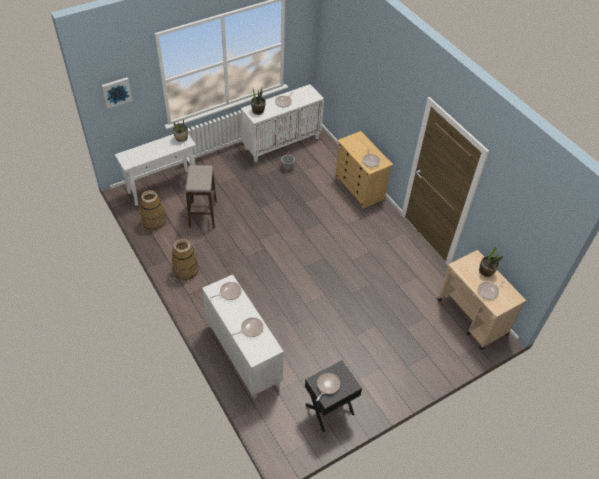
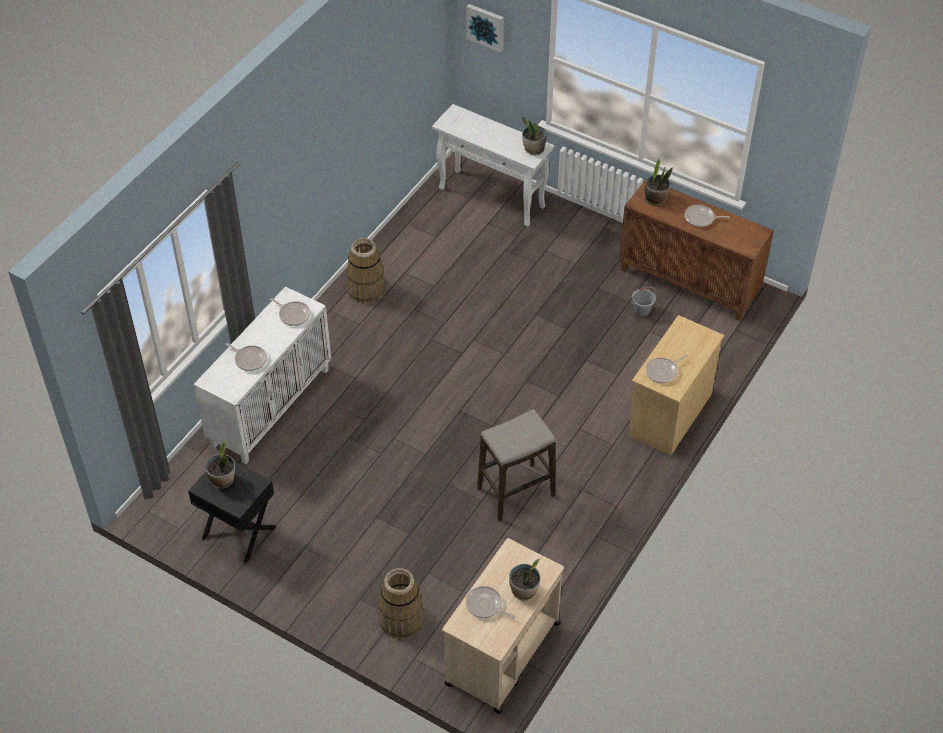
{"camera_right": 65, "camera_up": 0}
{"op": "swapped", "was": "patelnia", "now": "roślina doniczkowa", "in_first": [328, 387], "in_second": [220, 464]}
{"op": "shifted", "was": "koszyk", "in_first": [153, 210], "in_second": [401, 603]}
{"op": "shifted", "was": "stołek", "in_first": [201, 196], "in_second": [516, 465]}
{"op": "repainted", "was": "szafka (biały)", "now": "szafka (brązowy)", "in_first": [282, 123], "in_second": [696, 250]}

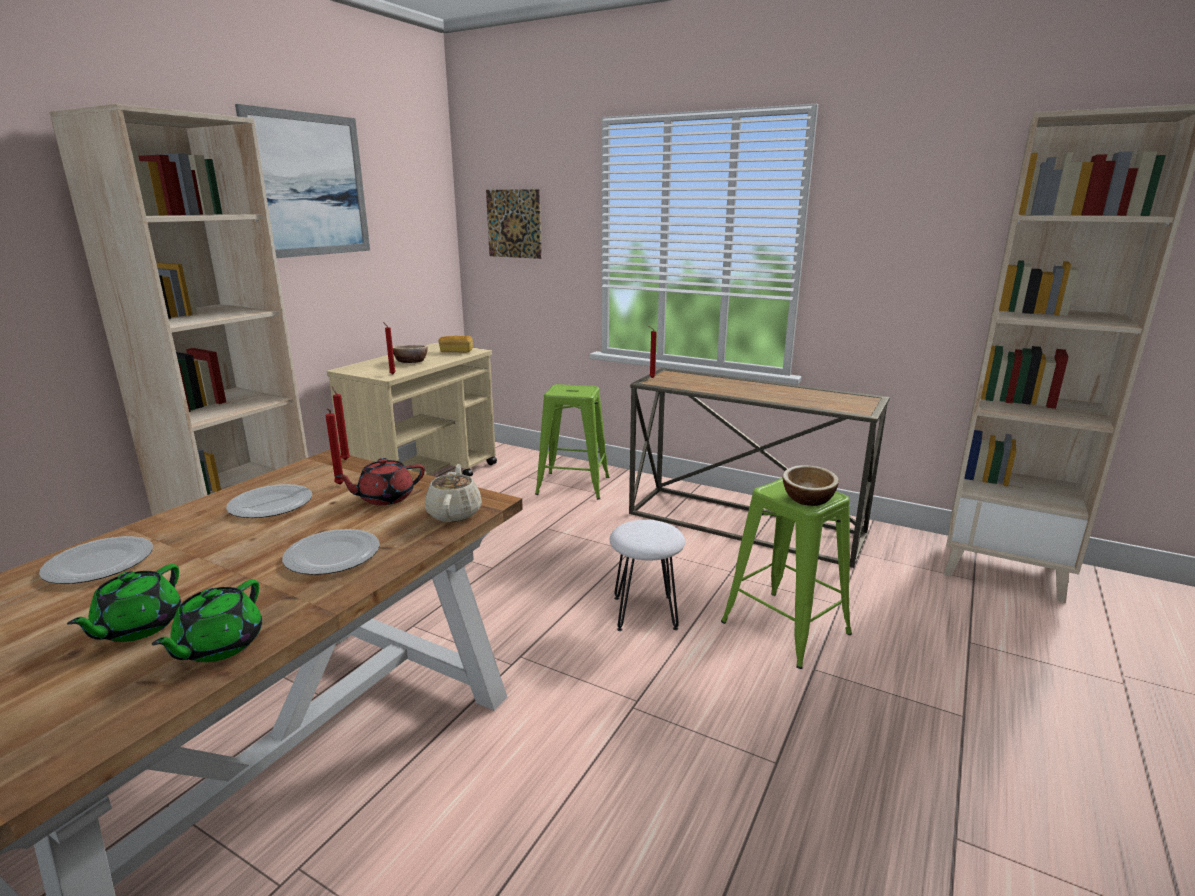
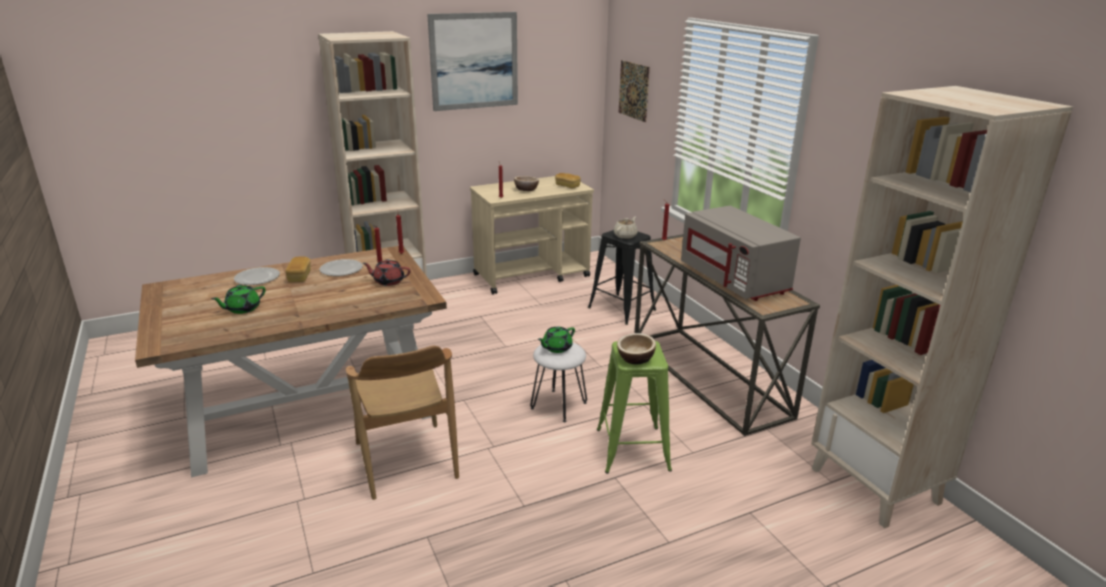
{"camera_right": 35, "camera_up": 5}
{"op": "new", "now": "chleb", "in_second": [298, 269]}
{"op": "new", "now": "krzesło (brązowy)", "in_second": [402, 423]}
{"op": "shifted", "was": "imbryk (zielony)", "in_first": [206, 620], "in_second": [556, 339]}
{"op": "repainted", "was": "stołek (zielony)", "now": "stołek (czarny)", "in_first": [572, 442], "in_second": [622, 277]}
{"op": "shifted", "was": "imbryk (beżowy)", "in_first": [453, 493], "in_second": [626, 227]}
{"op": "new", "now": "mikrofalówka (szary)", "in_second": [741, 253]}
{"op": "gone", "was": "talerz", "in_first": [331, 552]}

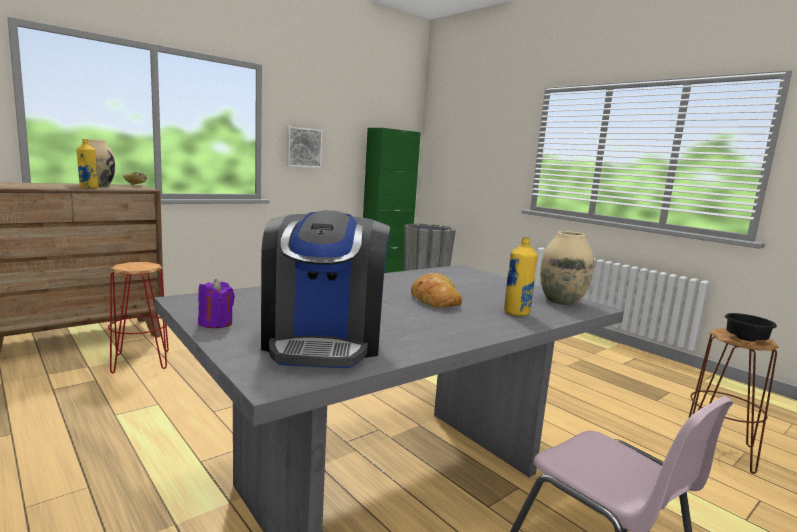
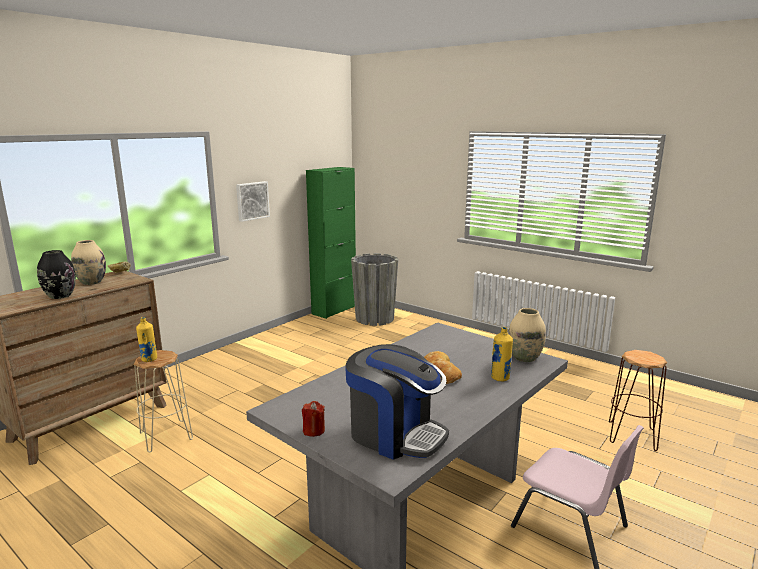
{"camera_right": -10, "camera_up": 5}
{"op": "new", "now": "wazon (czarny)", "in_second": [56, 274]}
{"op": "repainted", "was": "stołek (czerwony)", "now": "stołek (beżowy)", "in_first": [138, 317], "in_second": [163, 401]}
{"op": "shifted", "was": "butelka (żółty)", "in_first": [88, 163], "in_second": [146, 339]}
{"op": "repainted", "was": "świeca (fioletowy)", "now": "świeca (czerwony)", "in_first": [216, 303], "in_second": [313, 419]}
{"op": "rotated", "was": "ekspres do kawy", "in_first": [325, 289], "in_second": [397, 402], "clockwise": -45}
{"op": "gone", "was": "miska (czarny)", "in_first": [751, 327]}

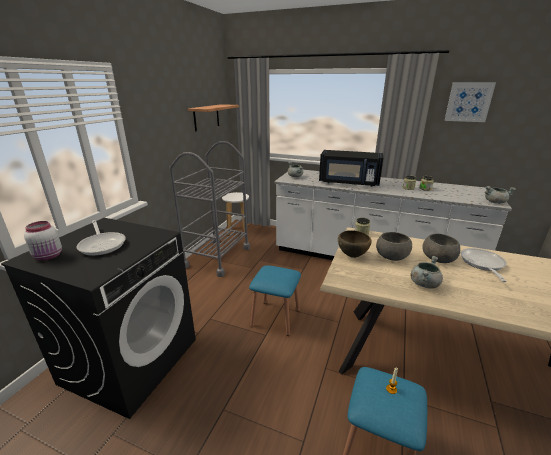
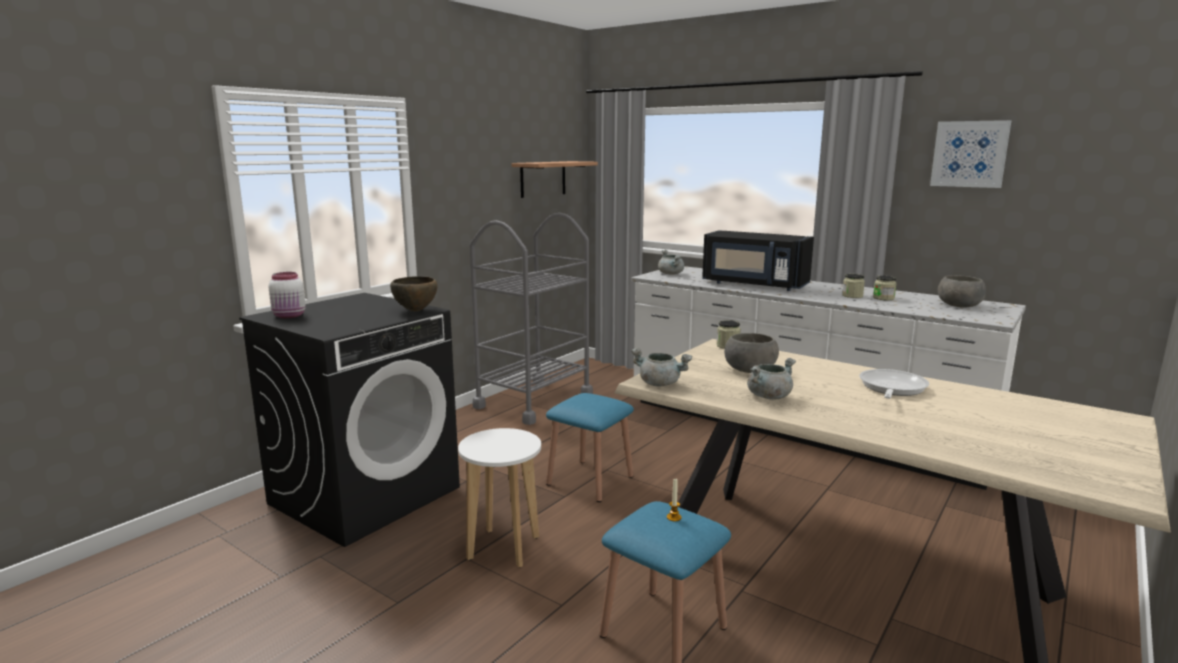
{"camera_right": 15, "camera_up": -10}
{"op": "shifted", "was": "miska (brązowy)", "in_first": [354, 244], "in_second": [414, 293]}
{"op": "shifted", "was": "stołek (biały)", "in_first": [235, 213], "in_second": [499, 498]}
{"op": "shifted", "was": "garnek (szary)", "in_first": [500, 195], "in_second": [661, 367]}
{"op": "shifted", "was": "miska (szary)", "in_first": [441, 248], "in_second": [962, 291]}
{"op": "gone", "was": "patelnia", "in_first": [101, 238]}

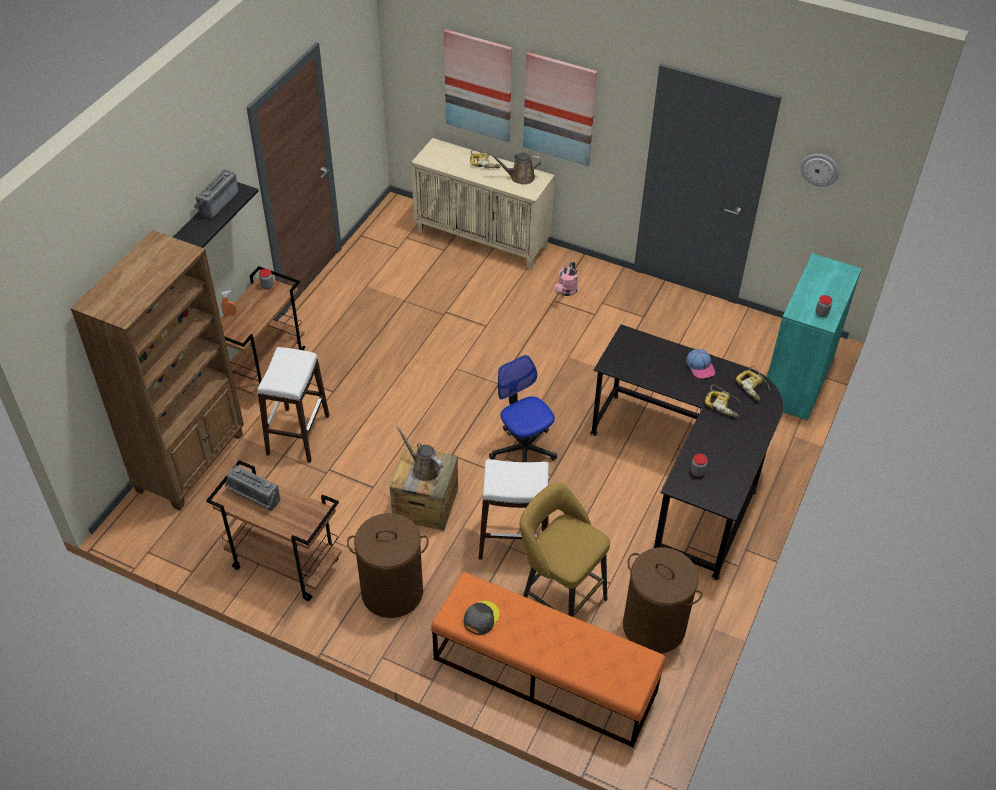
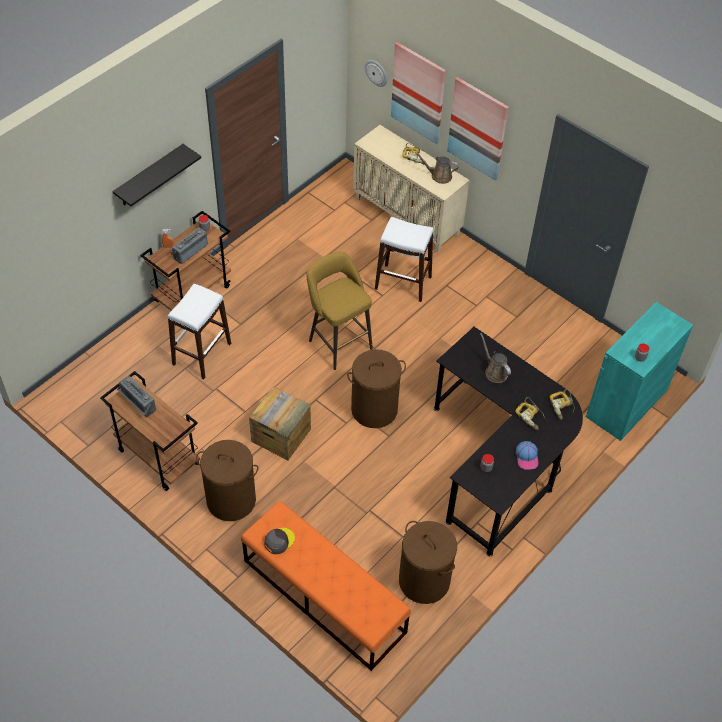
{"camera_right": 15, "camera_up": 5}
{"op": "shifted", "was": "radio", "in_first": [216, 194], "in_second": [189, 245]}
{"op": "shifted", "was": "stołek (żółty)", "in_first": [565, 549], "in_second": [339, 310]}
{"op": "swapped", "was": "krzesło biurowe", "now": "kosz na pranie (brązowy)", "in_first": [523, 408], "in_second": [376, 388]}
{"op": "shifted", "was": "zegar ścienny", "in_first": [819, 170], "in_second": [376, 73]}
{"op": "shifted", "was": "stołek (biały)", "in_first": [514, 509], "in_second": [404, 259]}
{"op": "shifted", "was": "konewka (brązowy)", "in_first": [419, 453], "in_second": [495, 358]}
{"op": "shifted", "was": "czapka z daszkiem", "in_first": [700, 364], "in_second": [527, 455]}
{"op": "gone", "was": "regał (brązowy)", "in_first": [157, 370]}
{"op": "gone", "was": "konewka (różowy)", "in_first": [566, 278]}

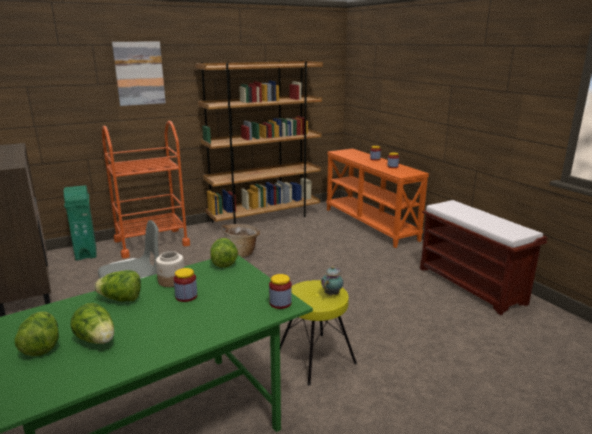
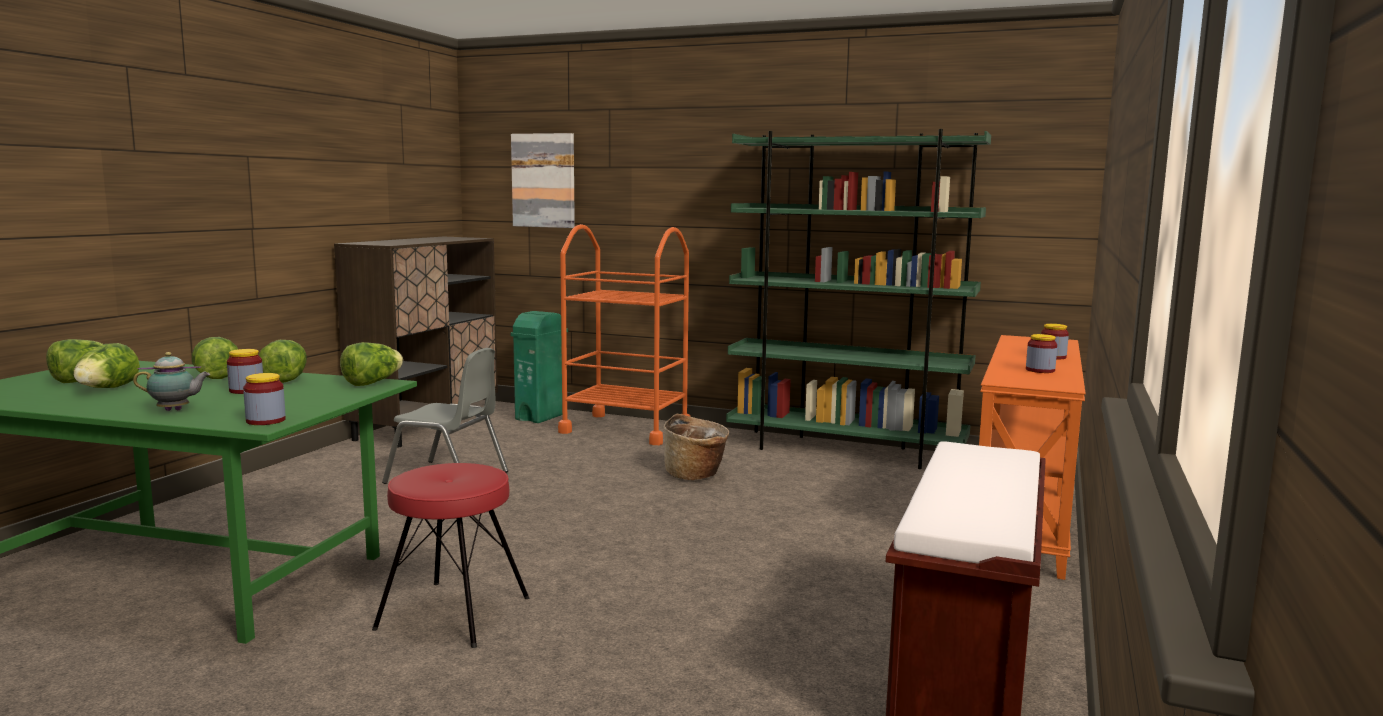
{"camera_right": 50, "camera_up": -10}
{"op": "shifted", "was": "imbryk", "in_first": [332, 281], "in_second": [172, 381]}
{"op": "swapped", "was": "słoik", "now": "sałata", "in_first": [170, 269], "in_second": [283, 361]}
{"op": "repainted", "was": "stołek (żółty)", "now": "stołek (czerwony)", "in_first": [318, 333], "in_second": [450, 555]}
{"op": "shifted", "was": "obraz", "in_first": [139, 74], "in_second": [543, 180]}
{"op": "repainted", "was": "regał (brązowy)", "now": "regał (zielony)", "in_first": [259, 142], "in_second": [858, 299]}

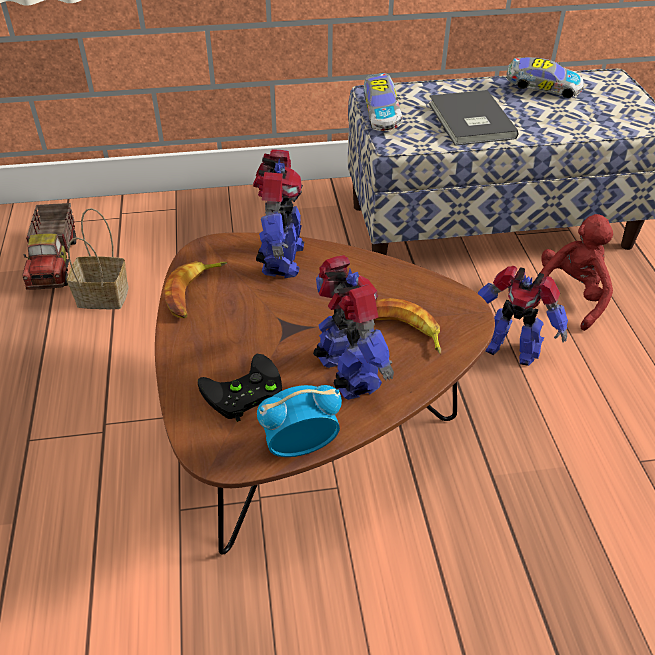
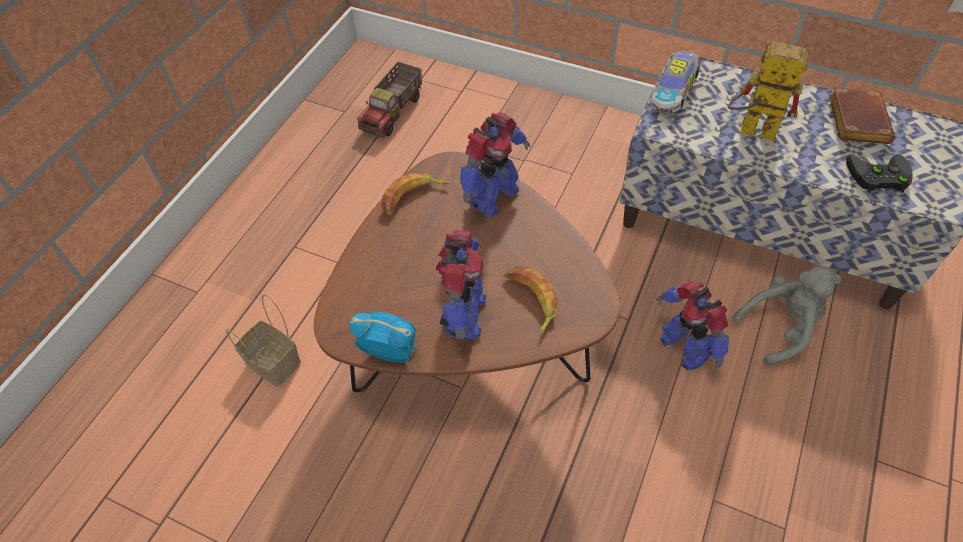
{"camera_right": 35, "camera_up": 10}
{"op": "shifted", "was": "koszyk", "in_first": [98, 258], "in_second": [263, 340]}
{"op": "swapped", "was": "książka (szary)", "now": "robot zabawkowy", "in_first": [473, 118], "in_second": [768, 91]}
{"op": "repainted", "was": "pluszak (czerwony)", "now": "pluszak (szary)", "in_first": [573, 272], "in_second": [786, 315]}
{"op": "swapped", "was": "samochodzik", "now": "książka (brązowy)", "in_first": [545, 77], "in_second": [862, 115]}
{"op": "shifted", "was": "pad do gier (czarny)", "in_first": [240, 388], "in_second": [879, 173]}

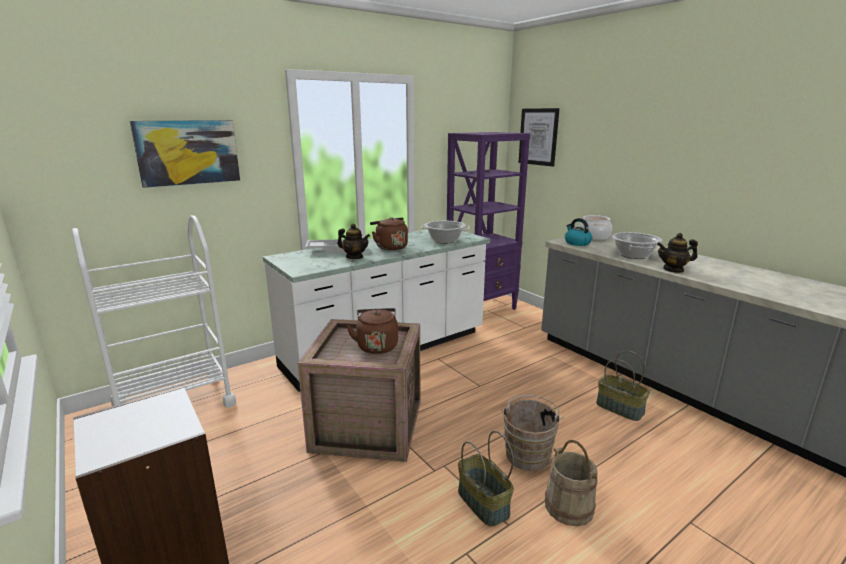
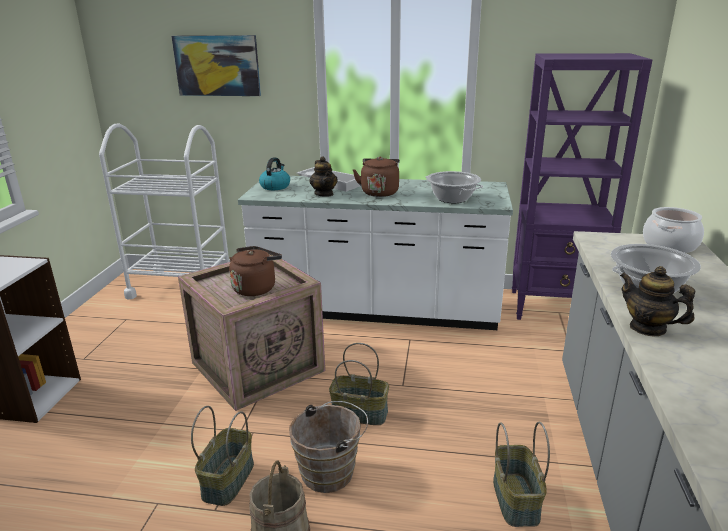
{"camera_right": 45, "camera_up": 5}
{"op": "shifted", "was": "czajnik", "in_first": [578, 232], "in_second": [274, 173]}
{"op": "new", "now": "koszyk", "in_second": [359, 384]}
{"op": "gone", "was": "obraz", "in_first": [539, 137]}

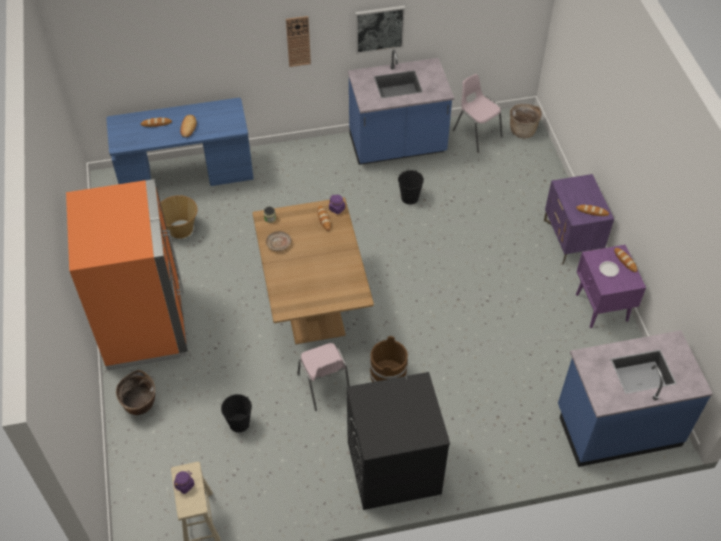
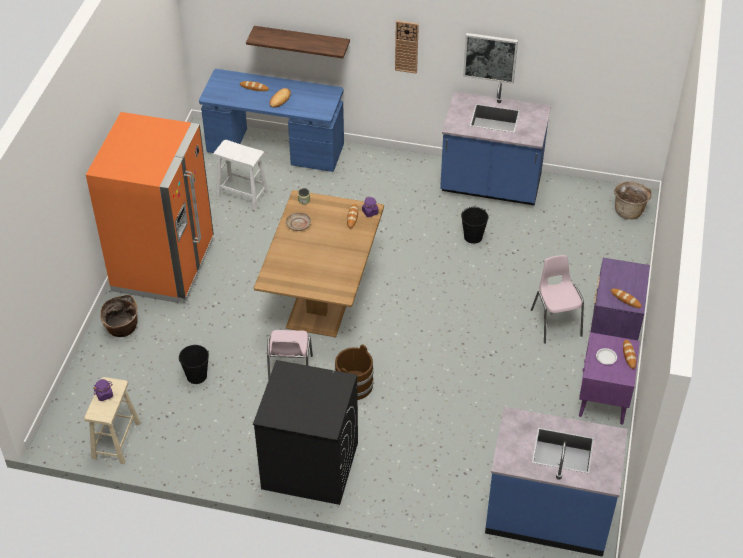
{"camera_right": 25, "camera_up": -5}
{"op": "swapped", "was": "koszyk", "now": "stołek (biały)", "in_first": [179, 217], "in_second": [241, 175]}
{"op": "new", "now": "półka", "in_second": [298, 42]}
{"op": "shifted", "was": "krzesło (różowy)", "in_first": [477, 113], "in_second": [557, 299]}

